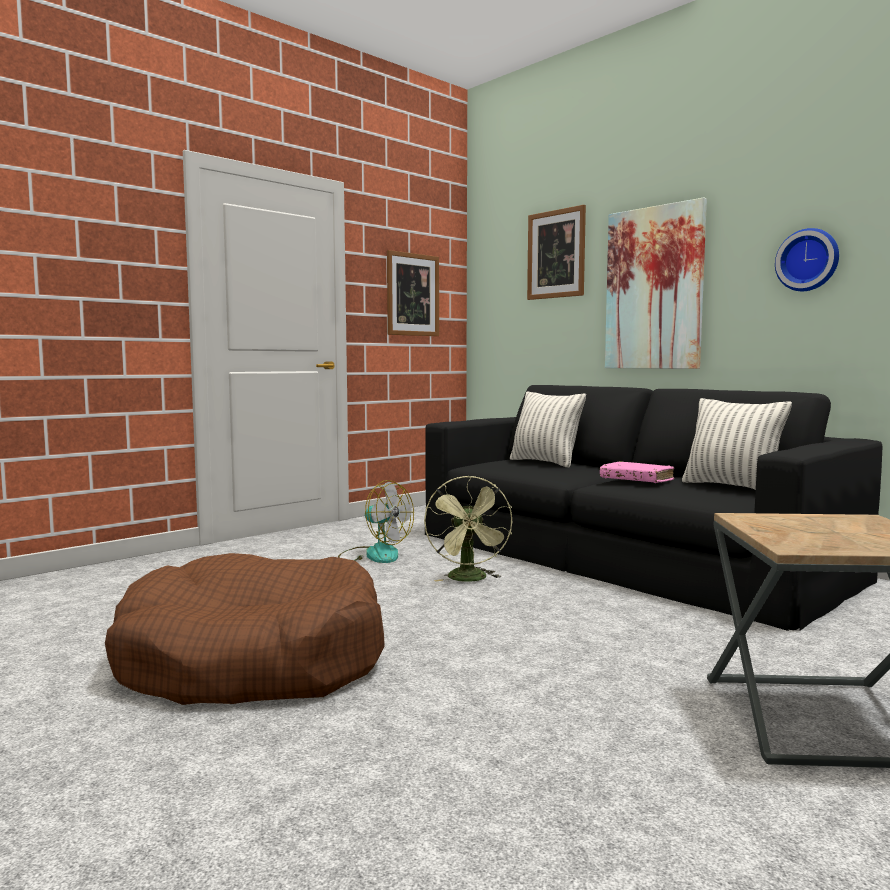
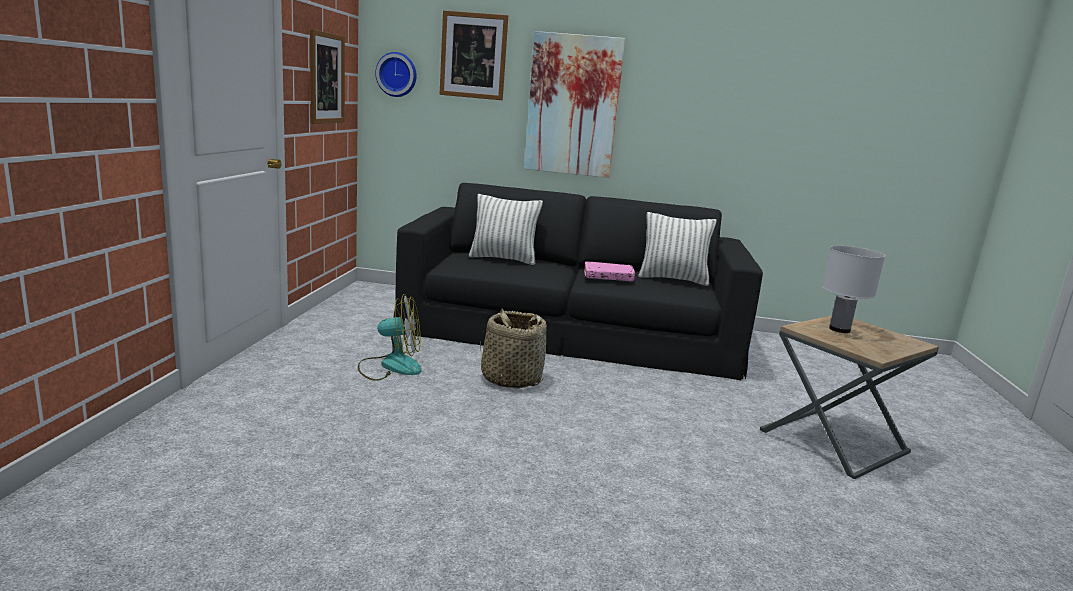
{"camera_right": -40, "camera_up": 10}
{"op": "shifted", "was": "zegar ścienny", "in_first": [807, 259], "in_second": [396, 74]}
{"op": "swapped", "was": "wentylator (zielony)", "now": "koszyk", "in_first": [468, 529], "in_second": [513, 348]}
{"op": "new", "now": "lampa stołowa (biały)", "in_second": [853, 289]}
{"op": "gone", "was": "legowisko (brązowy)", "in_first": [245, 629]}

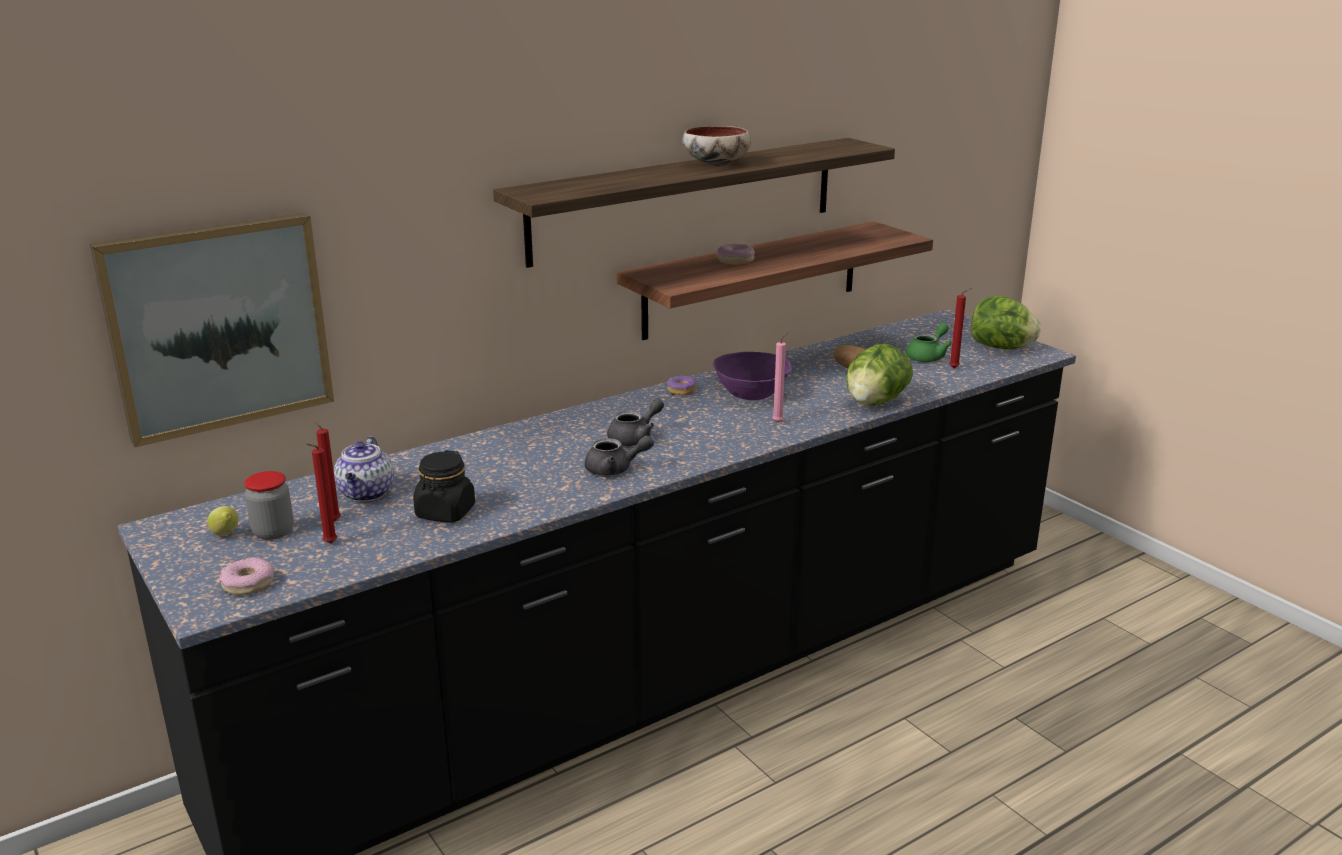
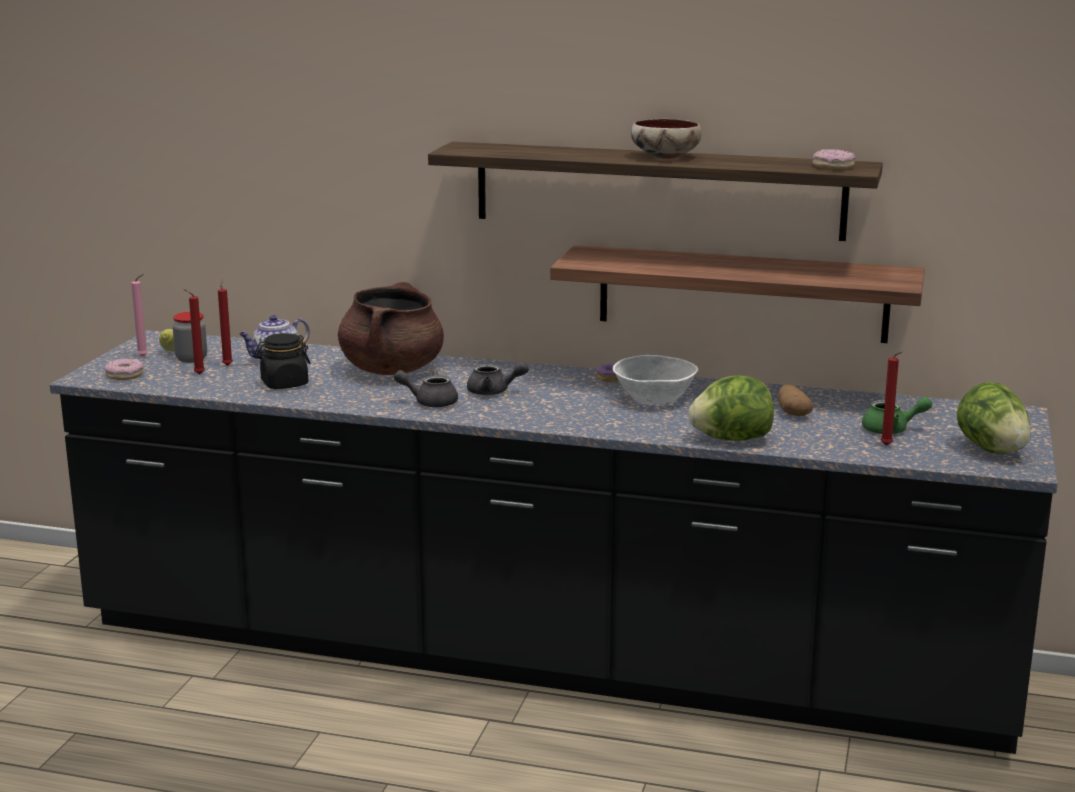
{"camera_right": 50, "camera_up": -5}
{"op": "shifted", "was": "świeca (różowy)", "in_first": [780, 377], "in_second": [139, 315]}
{"op": "new", "now": "garnek (brązowy)", "in_second": [391, 328]}
{"op": "rotated", "was": "imbryk (szary)", "in_first": [619, 455], "in_second": [426, 388], "clockwise": 135}
{"op": "repainted", "was": "miska (fioletowy)", "now": "miska (biały)", "in_first": [752, 376], "in_second": [655, 379]}
{"op": "shifted", "was": "donut", "in_first": [736, 254], "in_second": [834, 159]}
{"op": "gone", "was": "obraz", "in_first": [212, 330]}

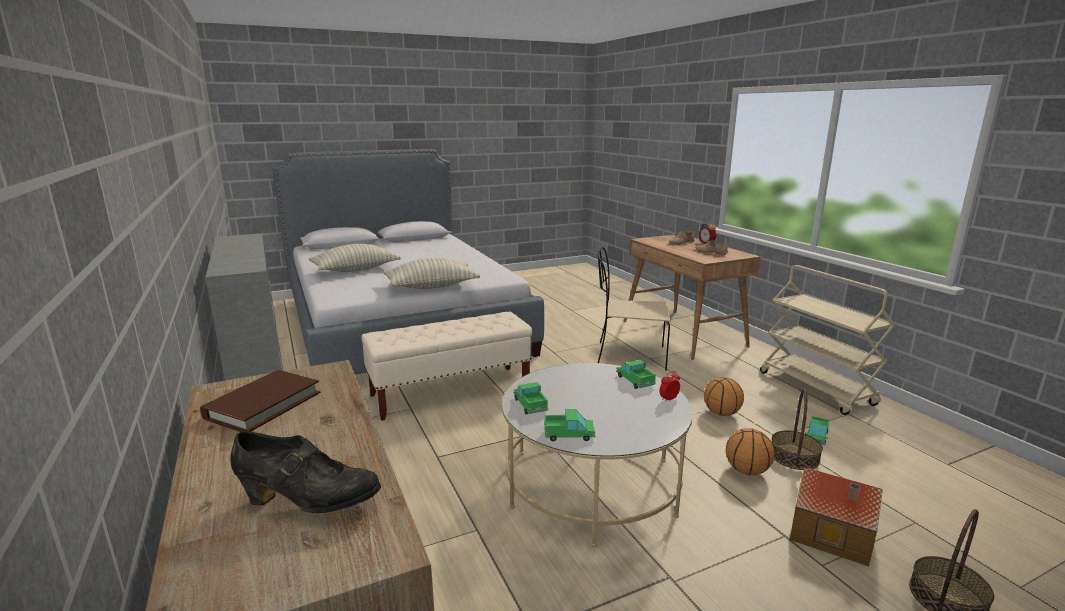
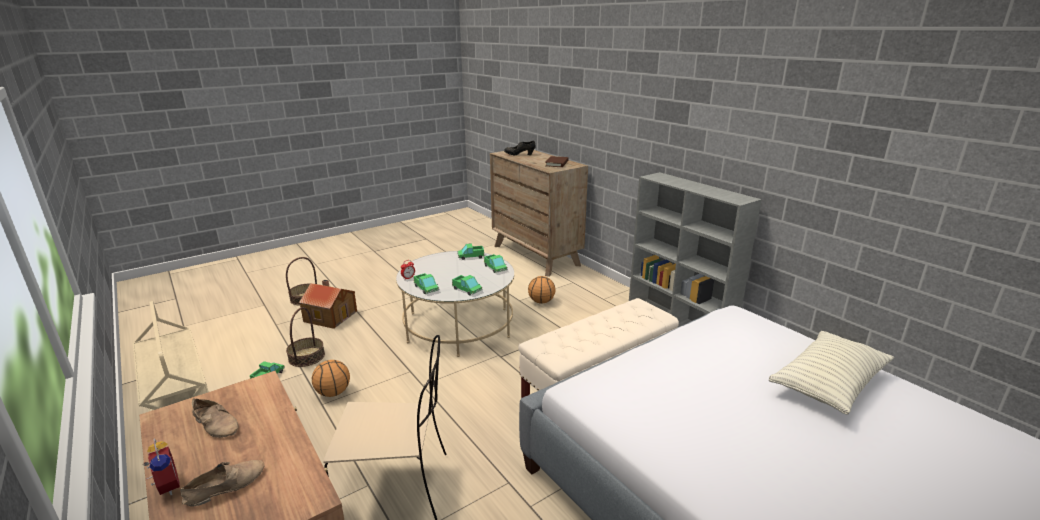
{"camera_right": 170, "camera_up": 5}
{"op": "new", "now": "ciężarówka zabawkowa", "in_second": [467, 285]}
{"op": "shifted", "was": "piłka do koszykówki", "in_first": [750, 451], "in_second": [542, 290]}
{"op": "gone", "was": "poduszka", "in_first": [432, 273]}

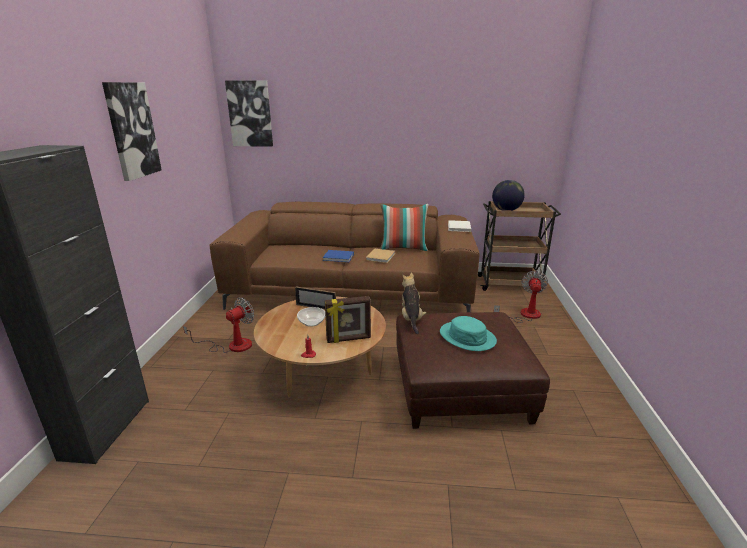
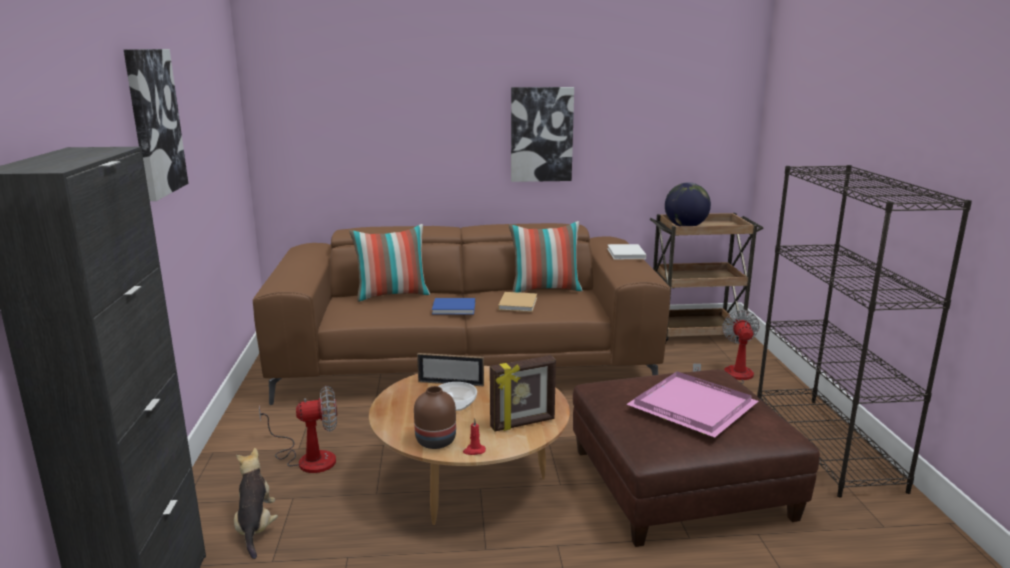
{"camera_right": -10, "camera_up": -5}
{"op": "shifted", "was": "pluszak", "in_first": [414, 303], "in_second": [256, 503]}
{"op": "rotated", "was": "wentylator", "in_first": [218, 325], "in_second": [298, 429], "clockwise": 45}
{"op": "new", "now": "poduszka", "in_second": [389, 263]}
{"op": "new", "now": "wazon (brązowy)", "in_second": [435, 417]}
{"op": "shifted", "was": "obraz", "in_first": [249, 114], "in_second": [542, 134]}
{"op": "swapped", "was": "kapelusz (turkusowy)", "now": "taca (różowy)", "in_first": [468, 333], "in_second": [692, 405]}
{"op": "new", "now": "regał (czarny)", "in_second": [864, 331]}

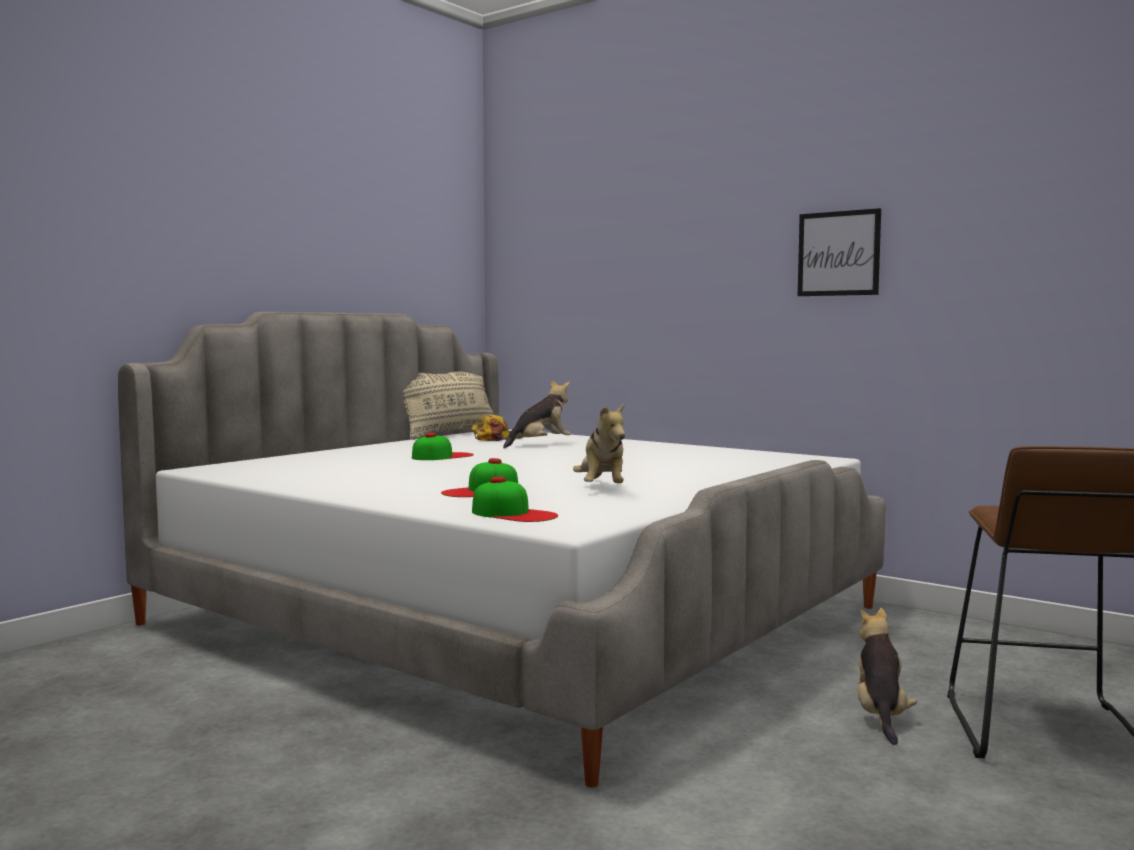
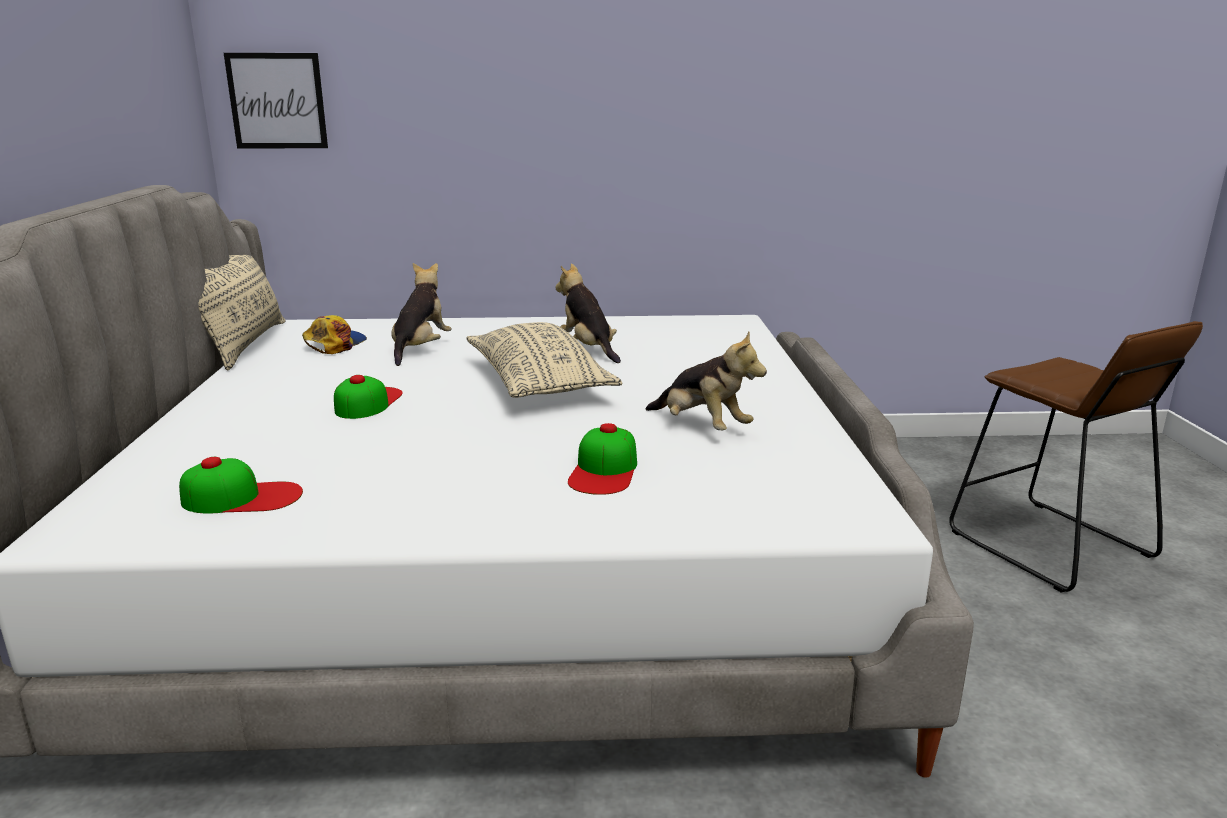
{"camera_right": -40, "camera_up": 15}
{"op": "shifted", "was": "czapka z daszkiem", "in_first": [515, 499], "in_second": [241, 485]}
{"op": "shifted", "was": "obraz", "in_first": [839, 252], "in_second": [276, 100]}
{"op": "new", "now": "poduszka (beżowy)", "in_second": [544, 360]}
{"op": "shifted", "was": "pluszak", "in_first": [887, 676], "in_second": [588, 313]}

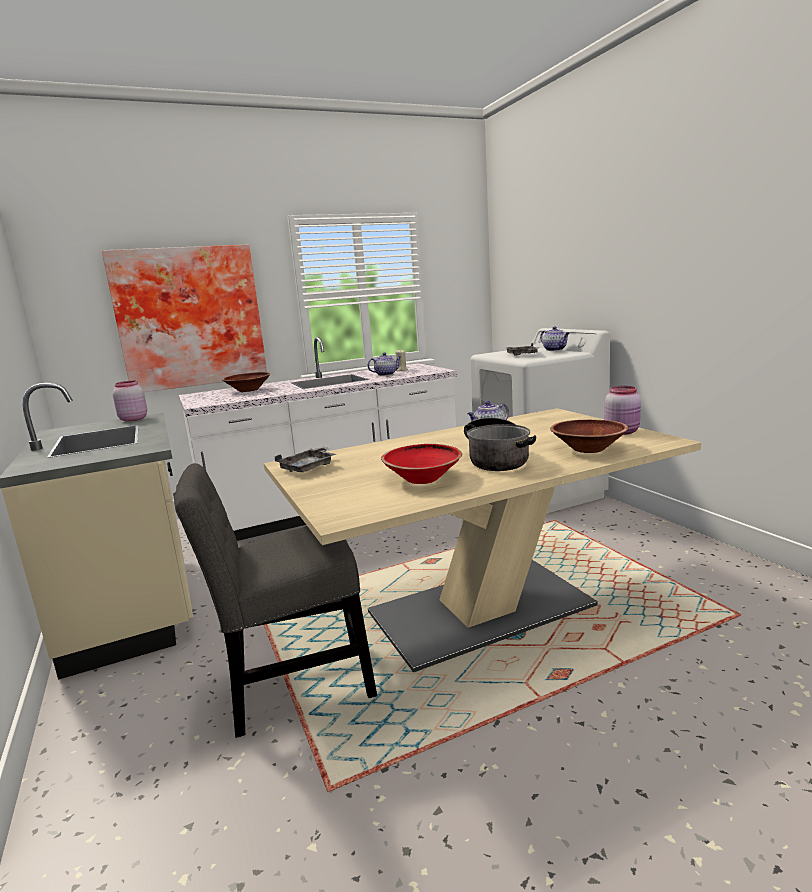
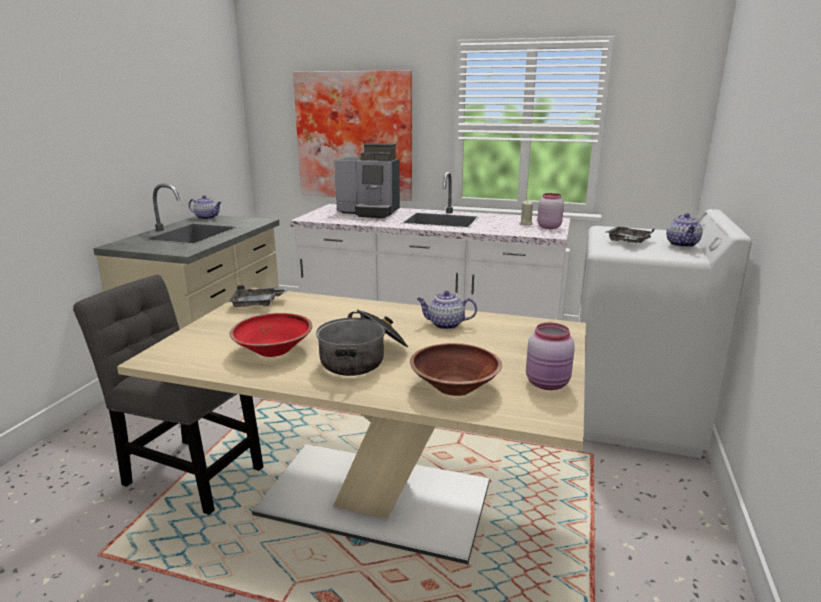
{"camera_right": 40, "camera_up": 5}
{"op": "shifted", "was": "imbryk", "in_first": [384, 364], "in_second": [205, 207]}
{"op": "swapped", "was": "miska (brązowy)", "now": "ekspres do kawy", "in_first": [246, 382], "in_second": [367, 180]}
{"op": "shifted", "was": "słoik (różowy)", "in_first": [130, 401], "in_second": [550, 211]}

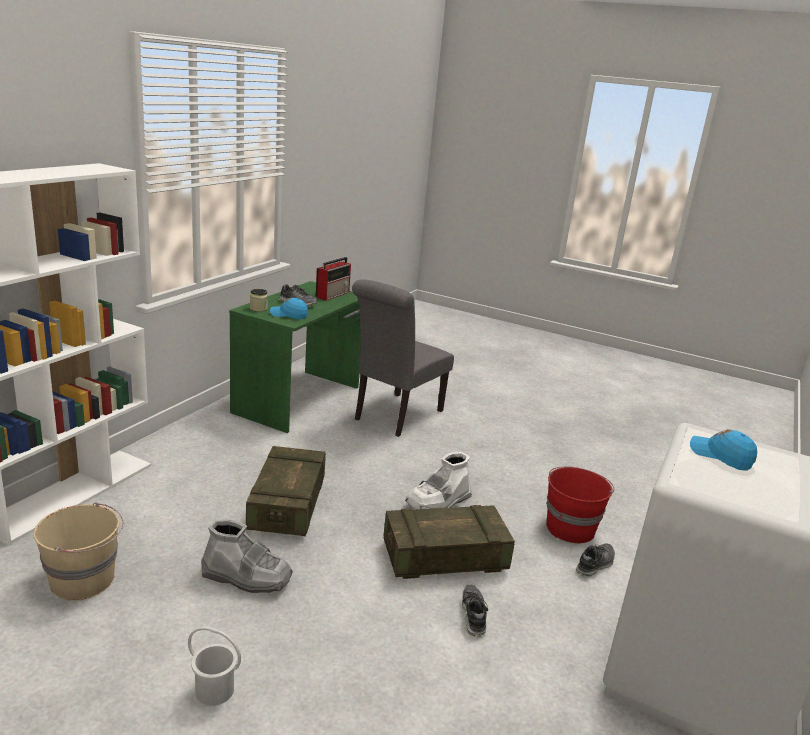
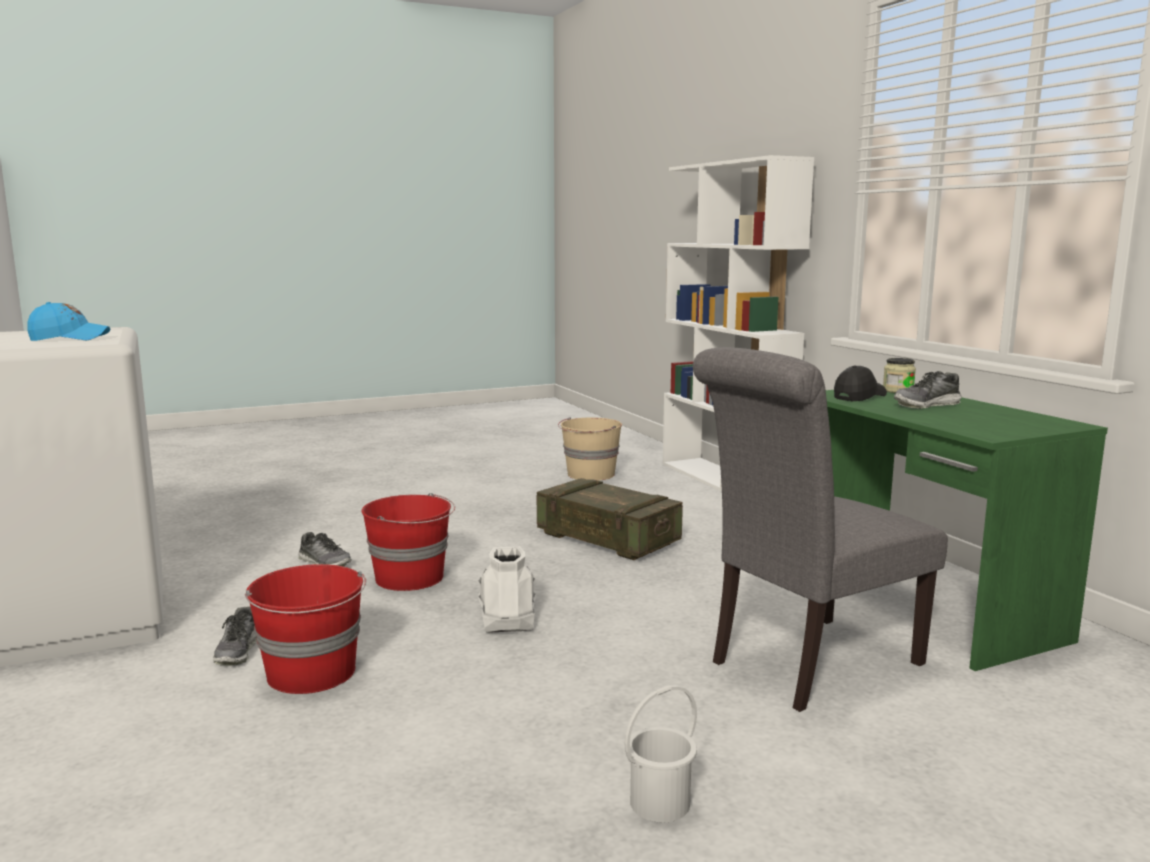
{"camera_right": 130, "camera_up": -10}
{"op": "swapped", "was": "skrzynka", "now": "wiadro (czerwony)", "in_first": [449, 542], "in_second": [408, 542]}
{"op": "shifted", "was": "wiadro (biały)", "in_first": [214, 666], "in_second": [660, 754]}
{"op": "rotated", "was": "krzesło (szary)", "in_first": [403, 358], "in_second": [820, 529], "clockwise": -105}
{"op": "repainted", "was": "czapka z daszkiem (niebieski)", "now": "czapka z daszkiem (czarny)", "in_first": [289, 308], "in_second": [860, 383]}
{"op": "gone", "was": "but z cholewką (szary)", "in_first": [247, 556]}
{"op": "gone", "was": "radio", "in_first": [333, 279]}

